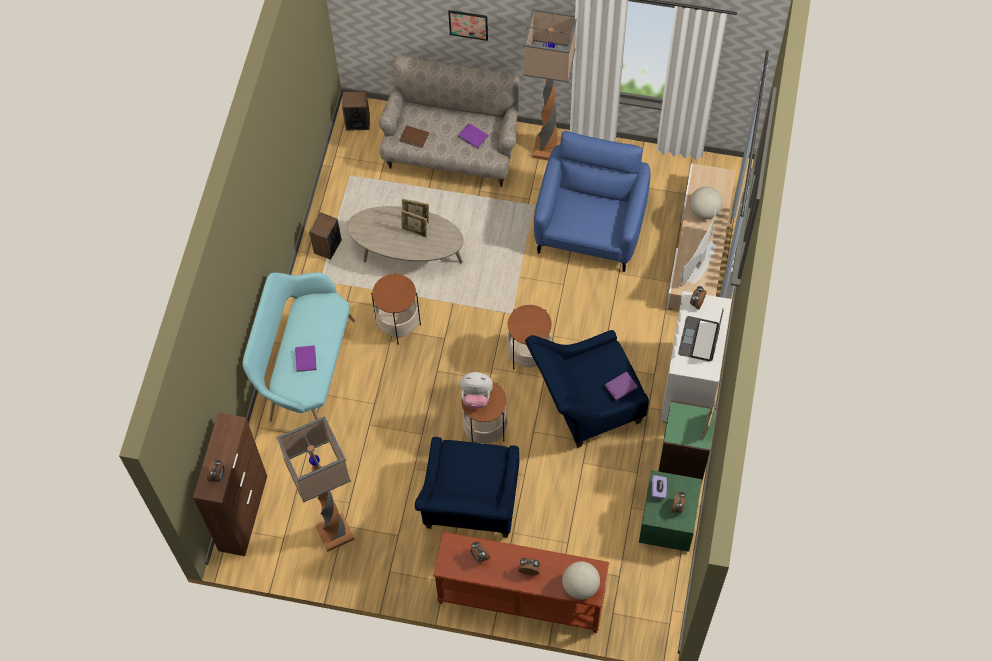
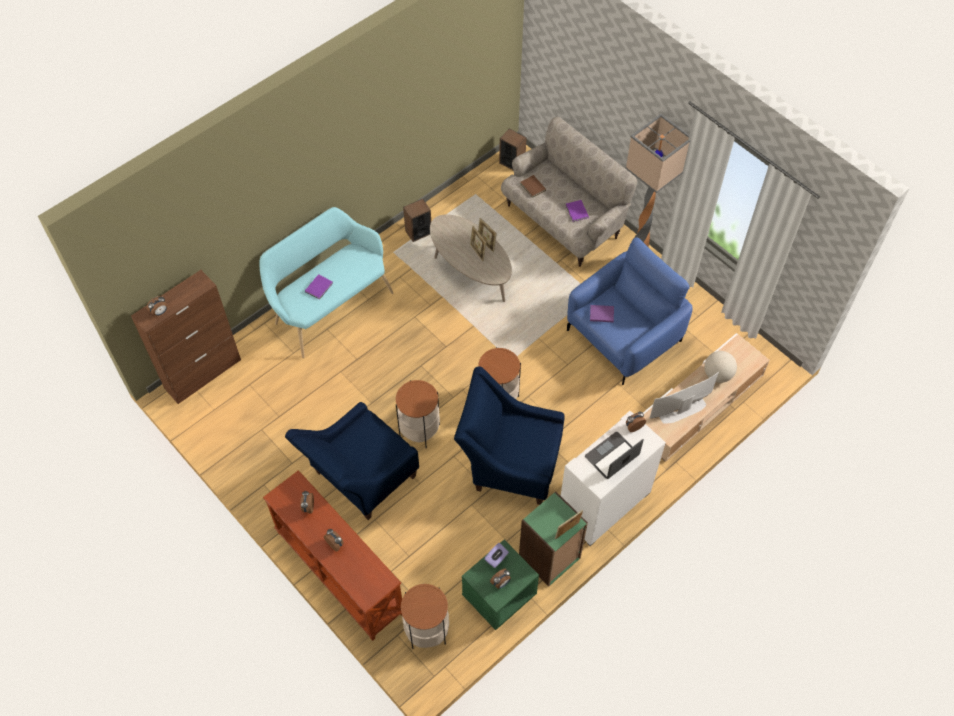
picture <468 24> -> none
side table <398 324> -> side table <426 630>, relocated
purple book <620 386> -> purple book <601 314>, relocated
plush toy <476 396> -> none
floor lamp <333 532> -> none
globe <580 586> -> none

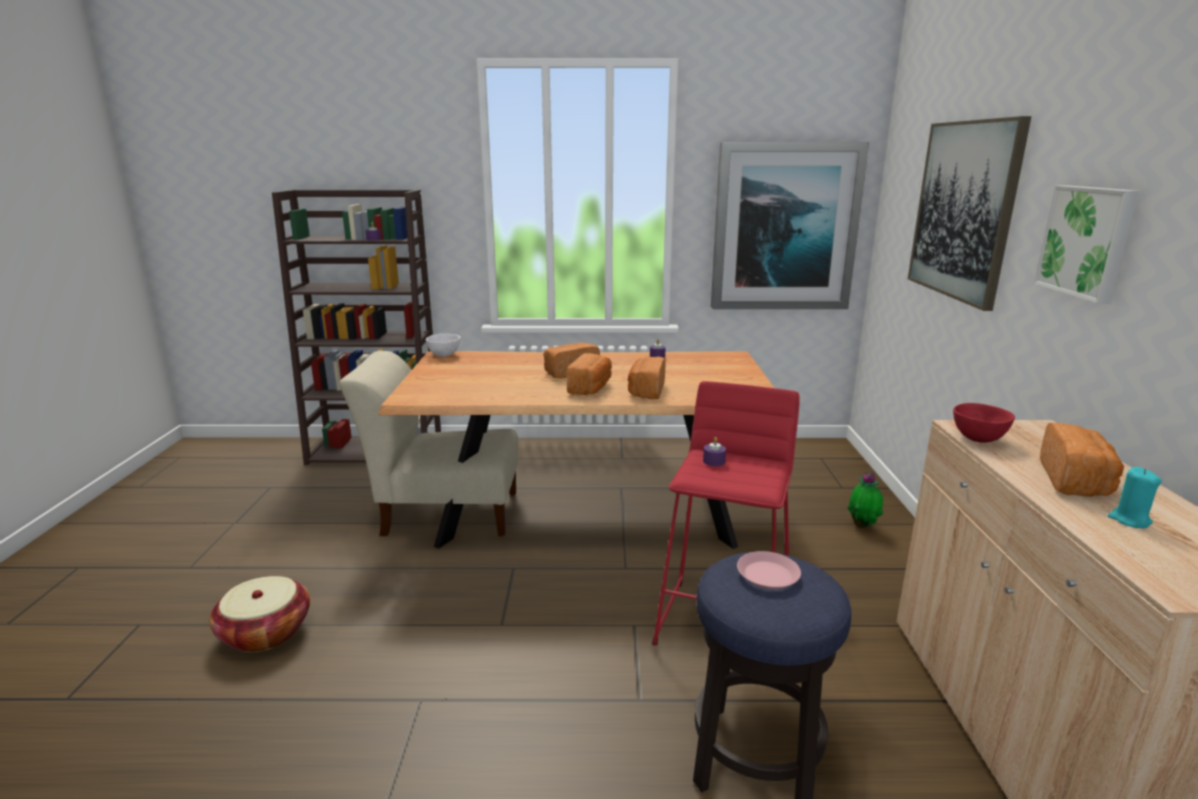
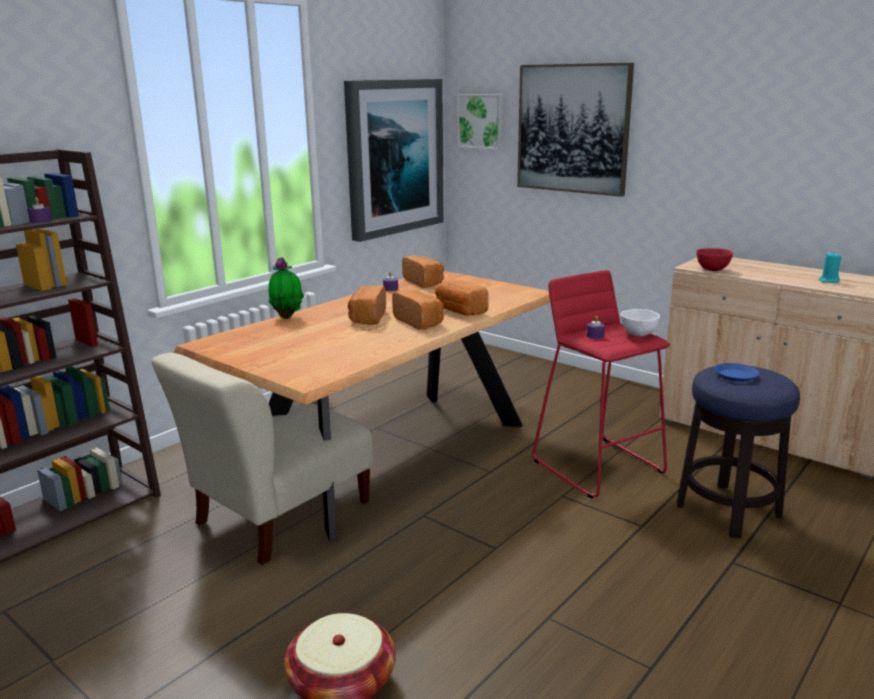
picture <1088 241> -> picture <481 121>, relocated
white bowl <445 355> -> white bowl <638 334>, relocated
bread <1075 481> -> bread <424 282>, relocated
potted plant <862 526> -> potted plant <287 317>, relocated
pink plate <767 575> -> blue plate <735 375>

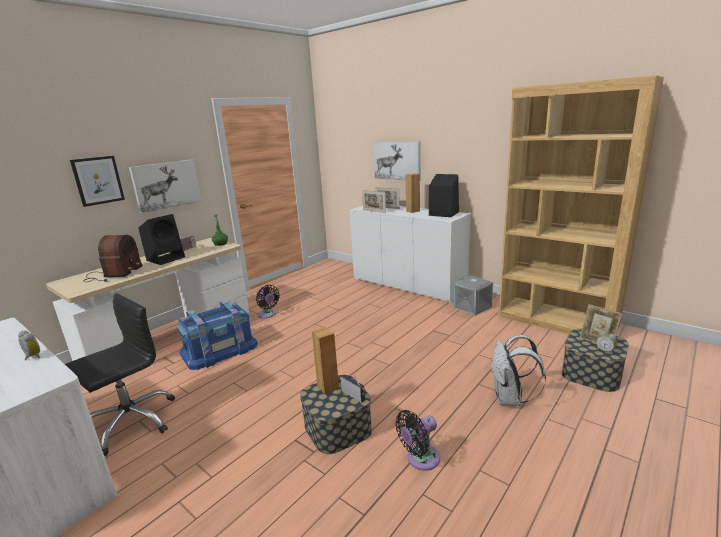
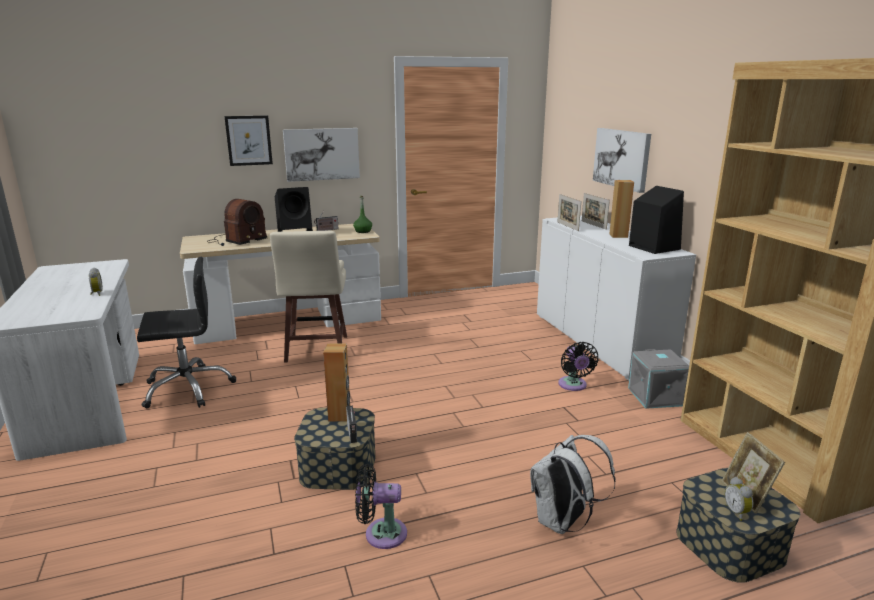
black fan <267 315> -> black fan <573 385>, relocated
blue storage box <219 350> -> beige stool <316 350>

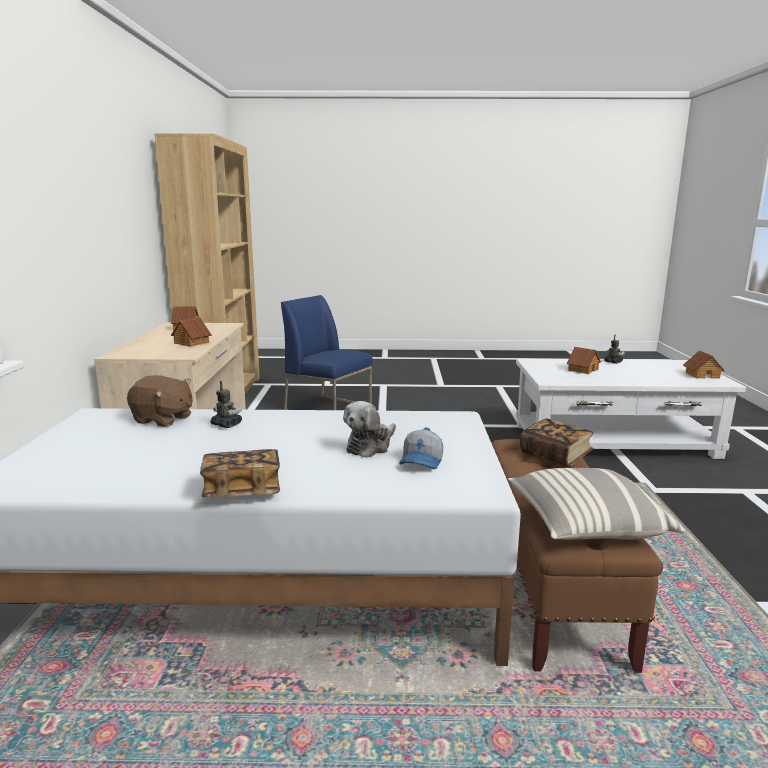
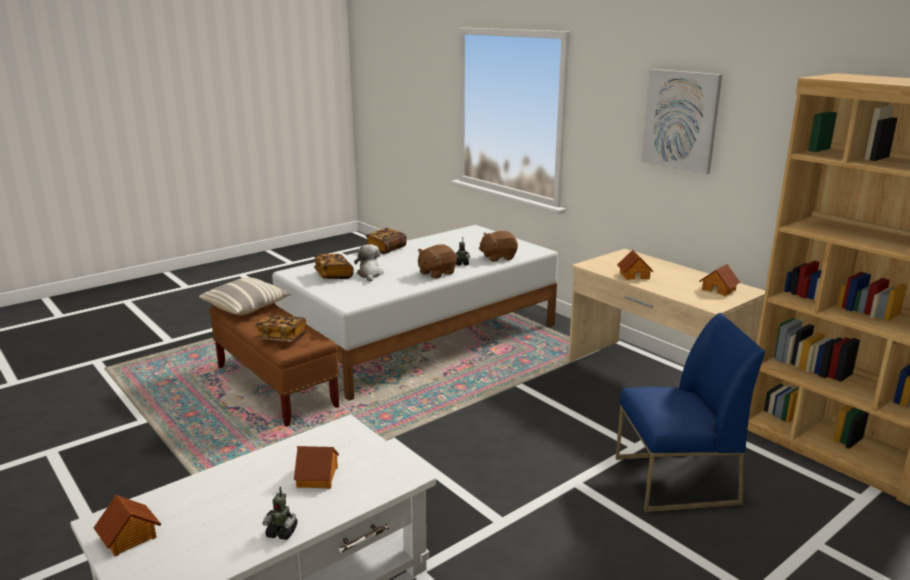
cap <422 461> -> book <333 275>
none -> picture <681 120>
none -> brown plush toy <436 273>

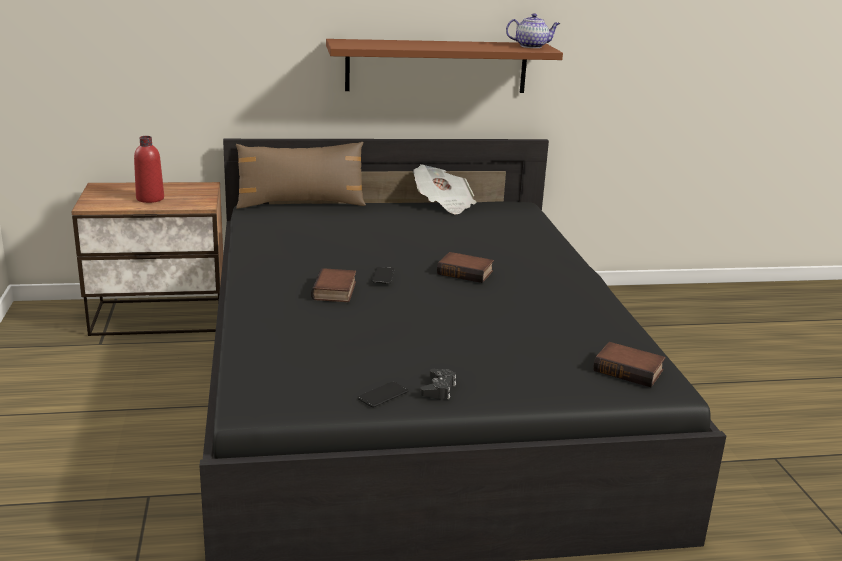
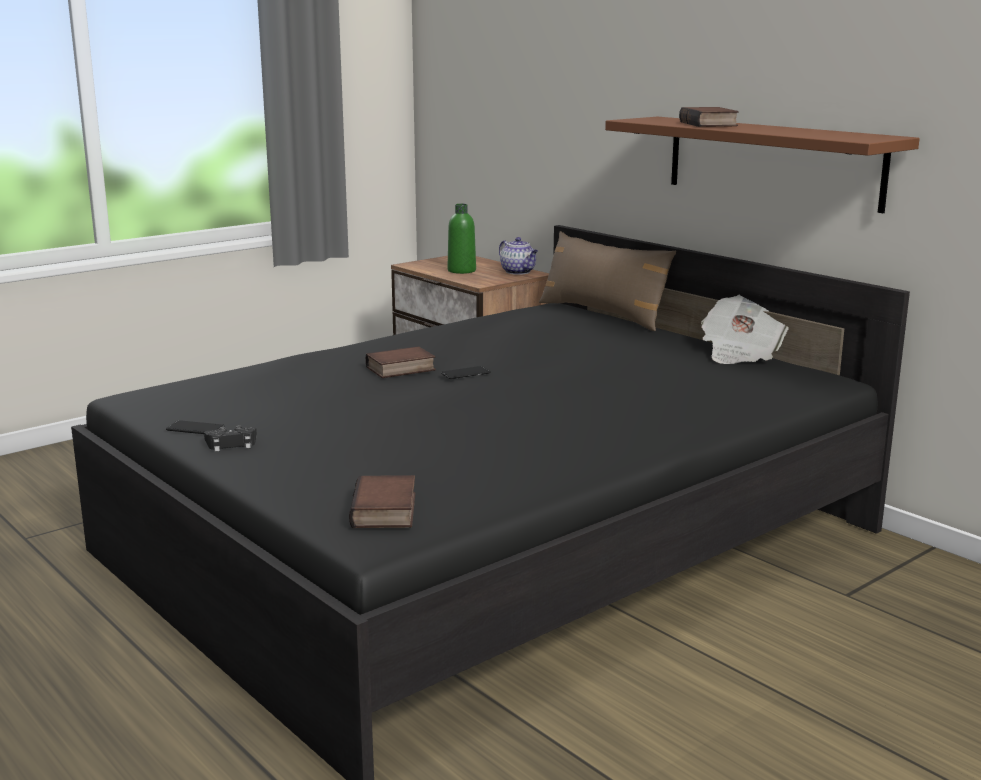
teapot <531 46> -> teapot <519 272>, relocated
red bottle <150 199> -> green bottle <461 271>
book <466 272> -> book <710 124>, relocated

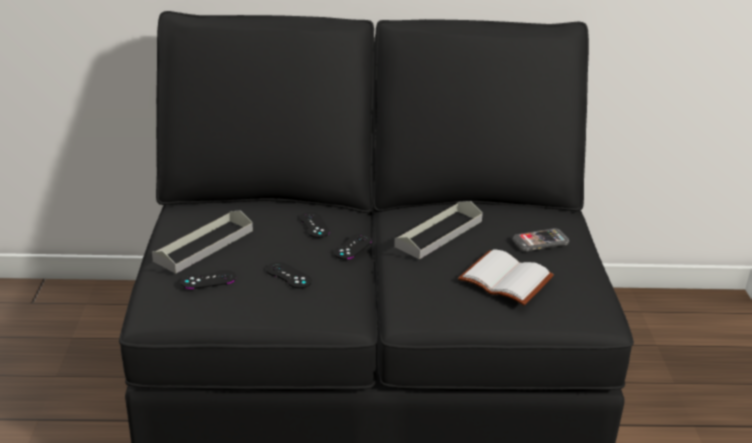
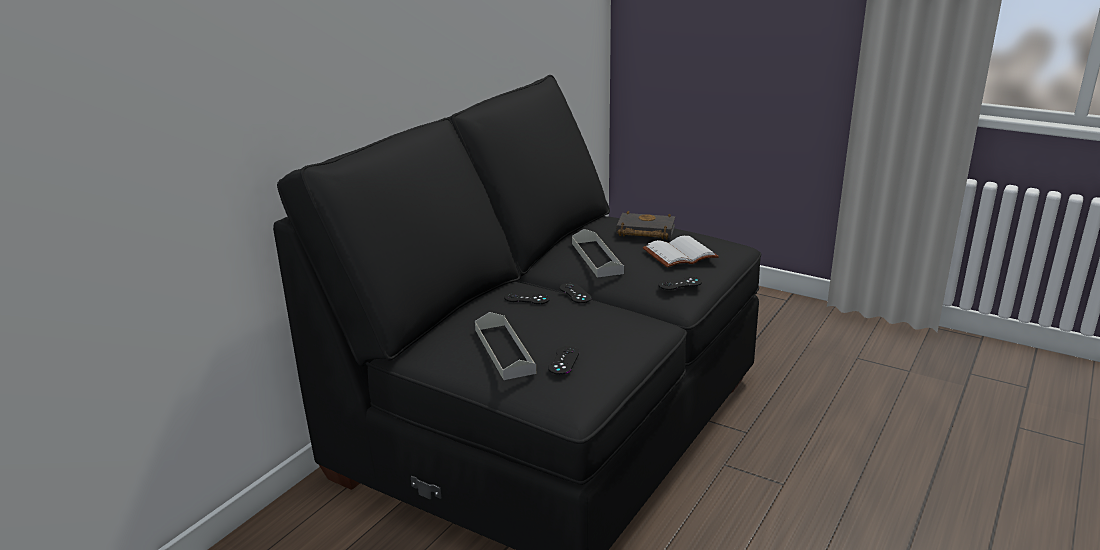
phone <540 242> -> black book <643 231>
black game controller <288 275> -> black game controller <680 284>, relocated

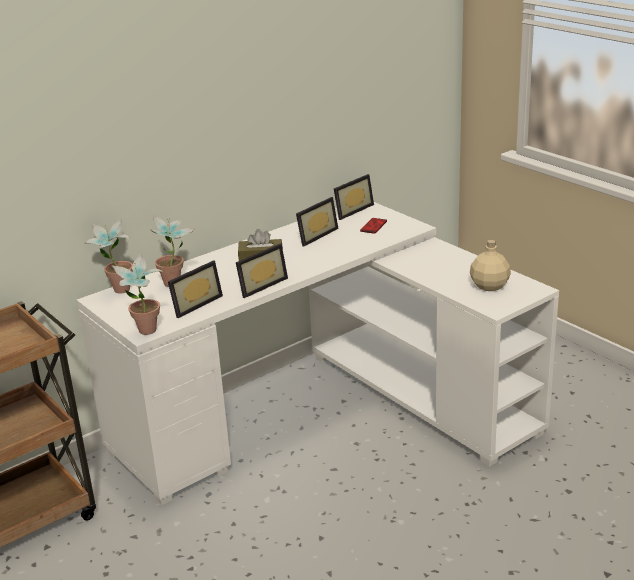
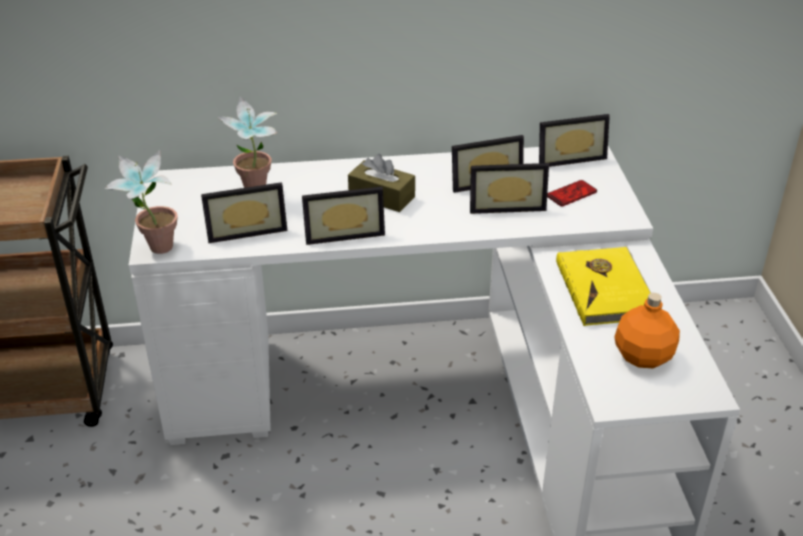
potted plant <117 292> -> none
beige bottle <490 286> -> orange bottle <644 356>
none -> picture frame <506 204>
none -> yellow book <606 289>

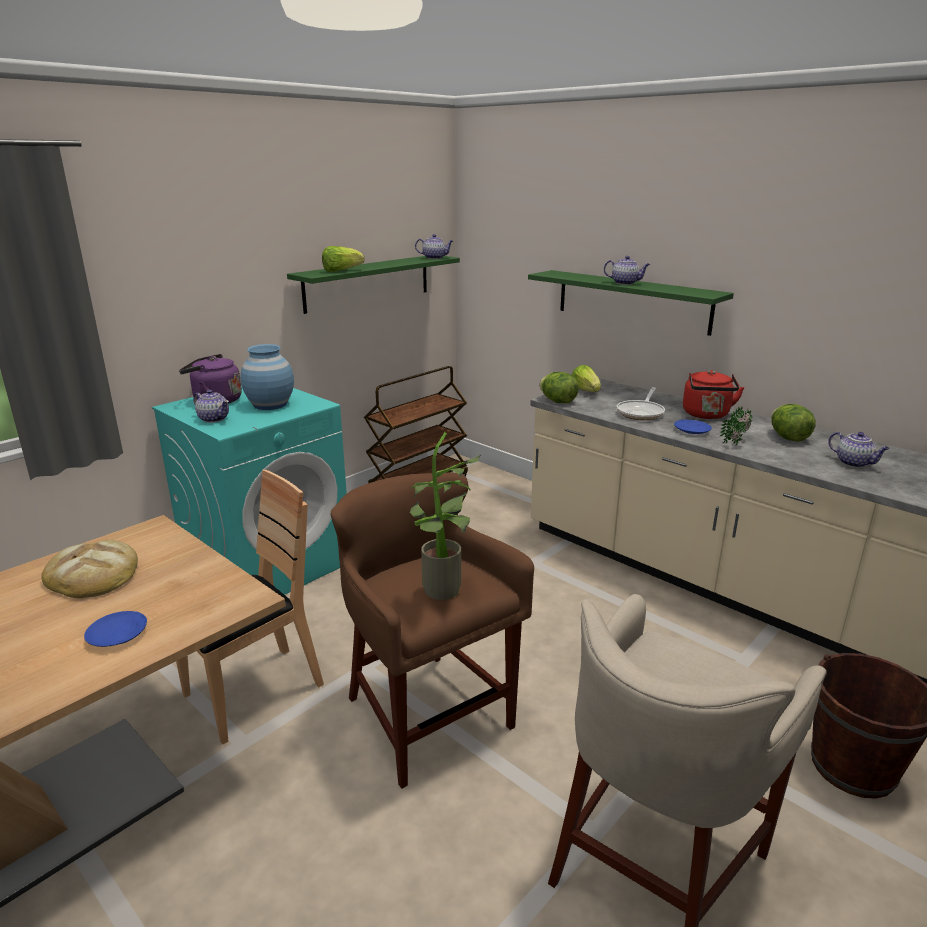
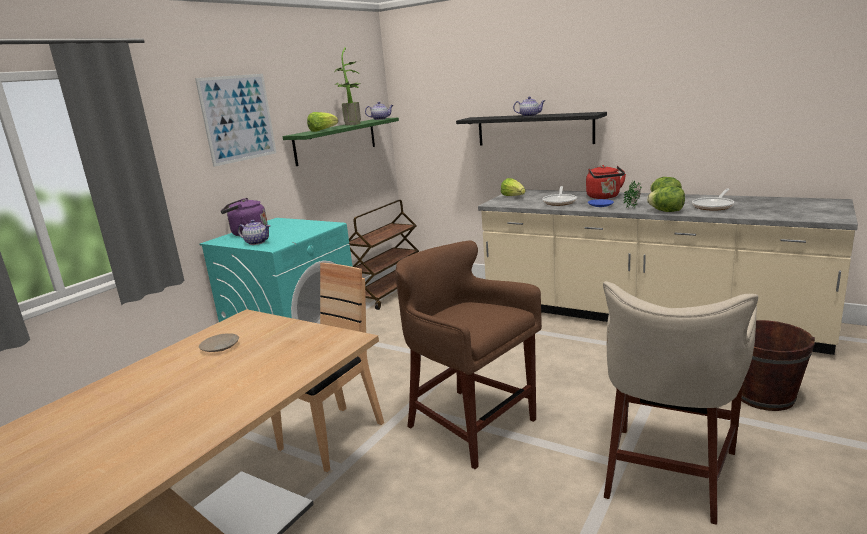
green shelf <632 301> -> black shelf <534 129>
blue vase <270 404> -> none
lettuce <558 401> -> lettuce <666 211>, relocated
potted plant <444 592> -> potted plant <354 124>, relocated
teapot <854 463> -> frying pan <714 206>
bread <93 574> -> beige plate <220 347>
blue plate <118 635> -> none
none -> picture <238 118>

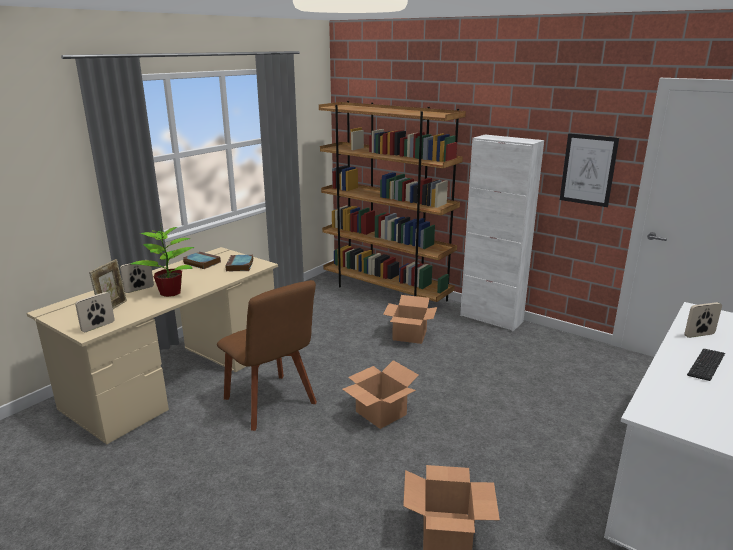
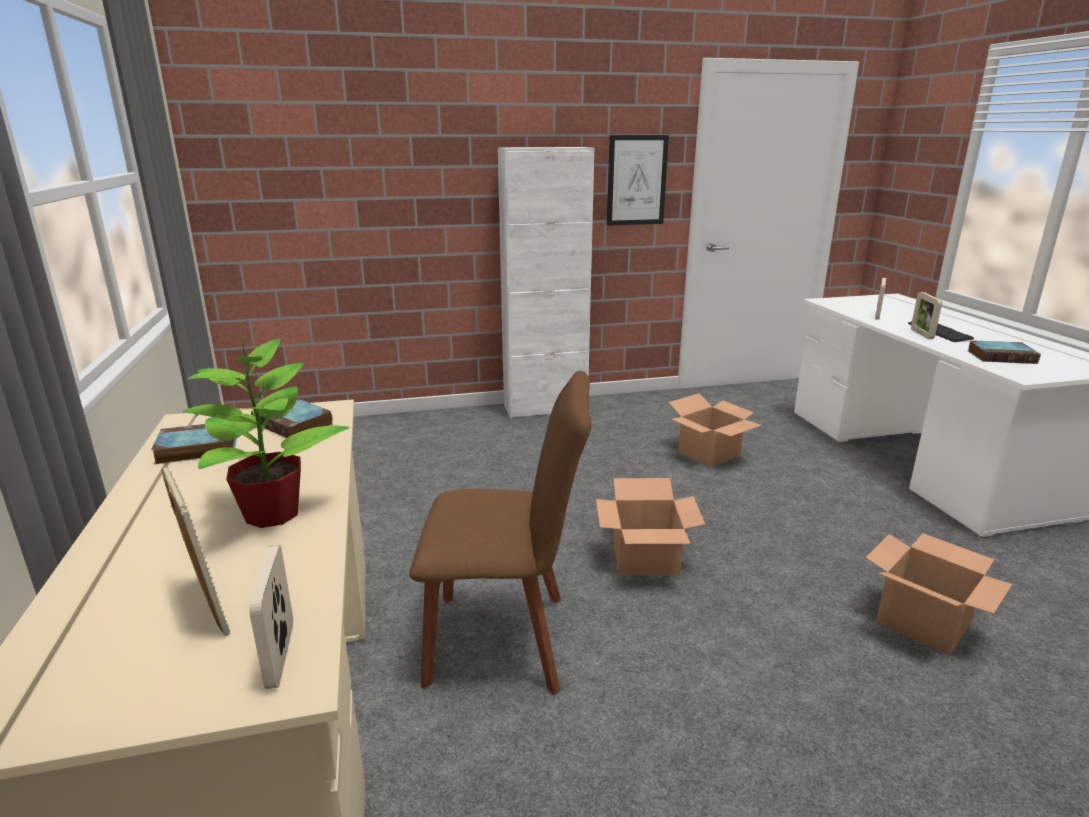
brown bookcase <386 292> -> none
picture frame <139 289> -> picture frame <921 334>, relocated
cardboard box <410 335> -> cardboard box <709 453>, relocated
none -> book <1002 357>

